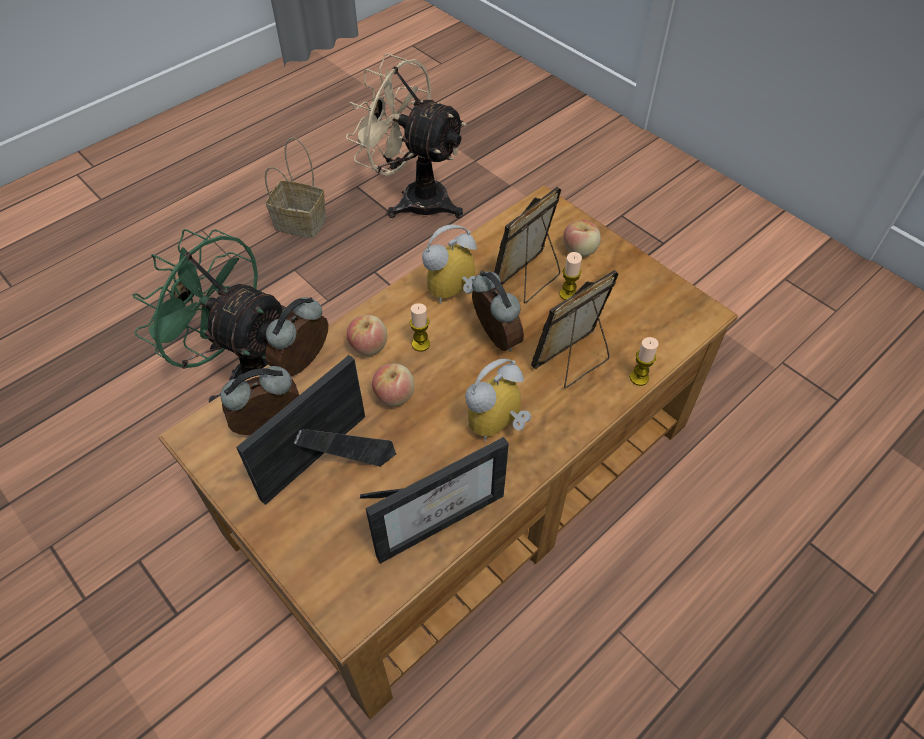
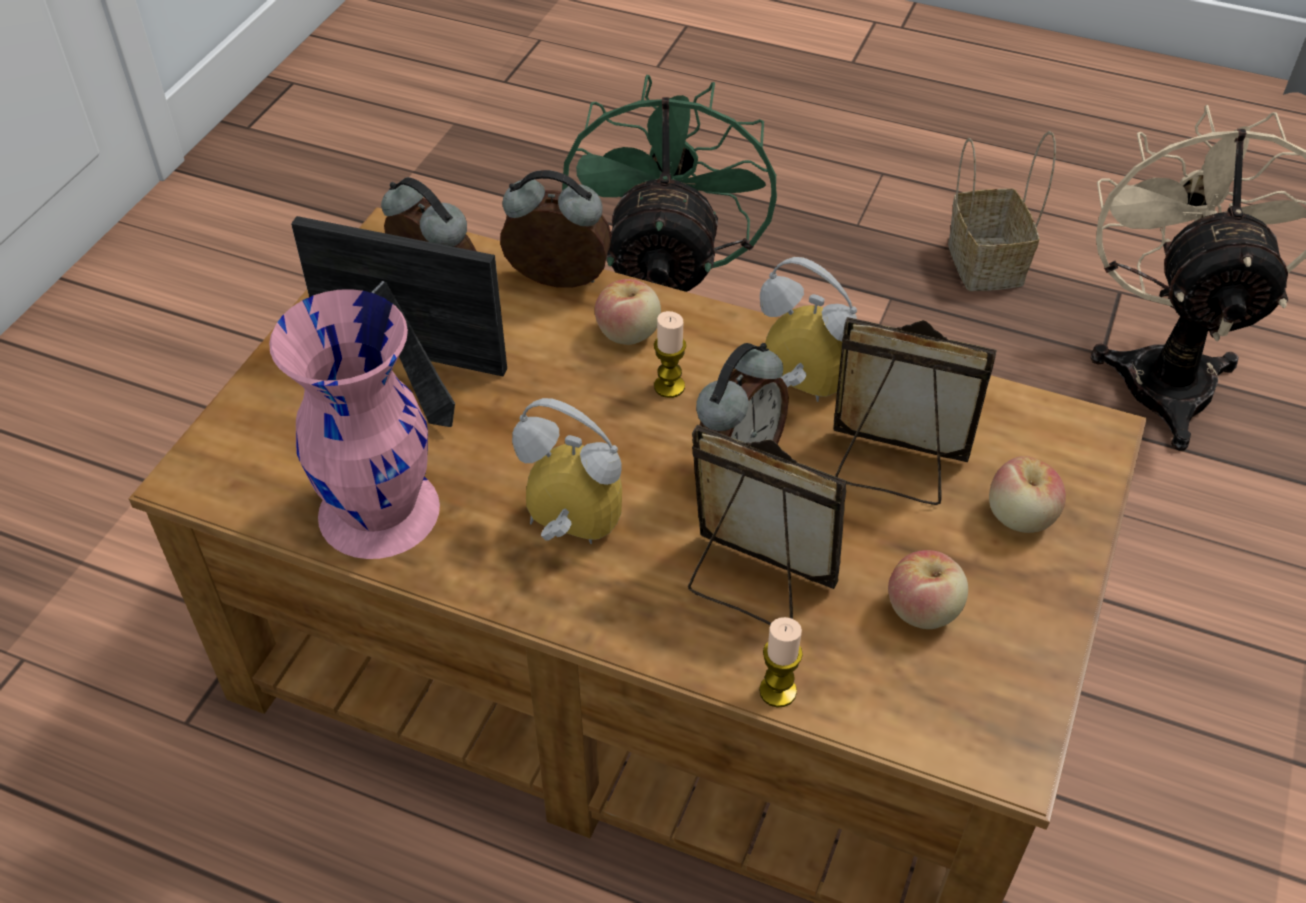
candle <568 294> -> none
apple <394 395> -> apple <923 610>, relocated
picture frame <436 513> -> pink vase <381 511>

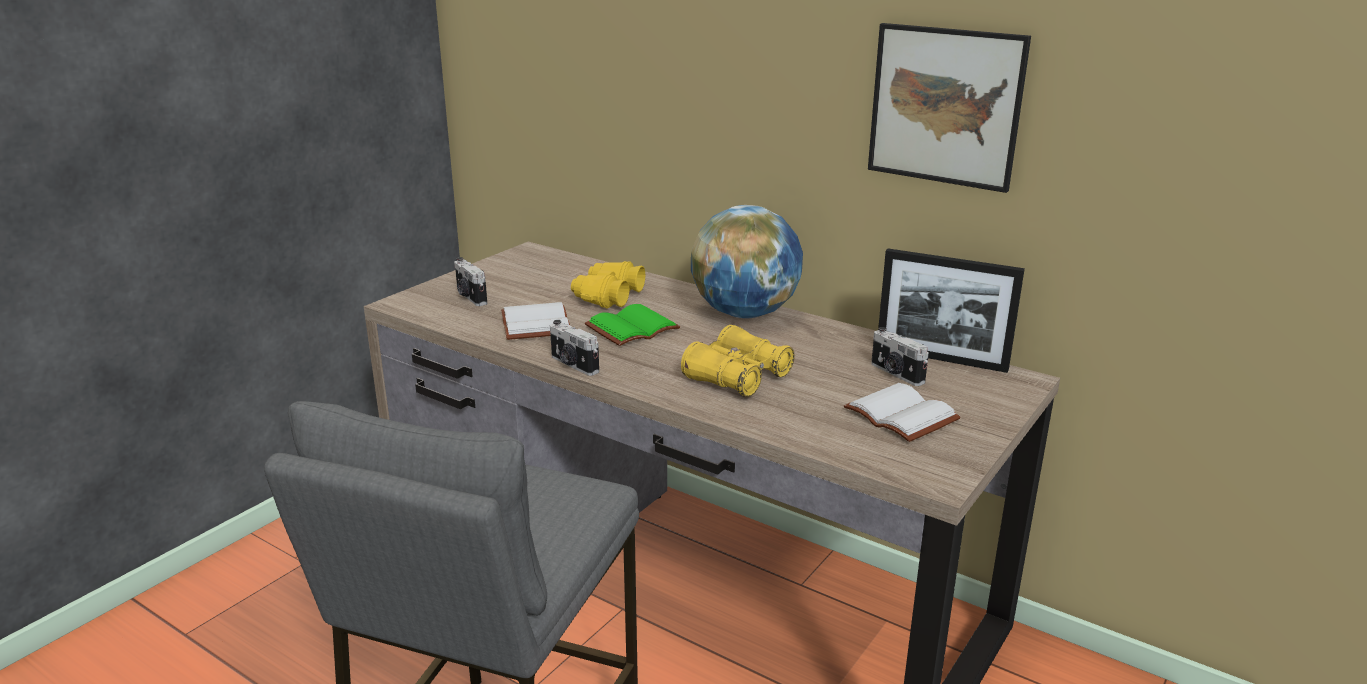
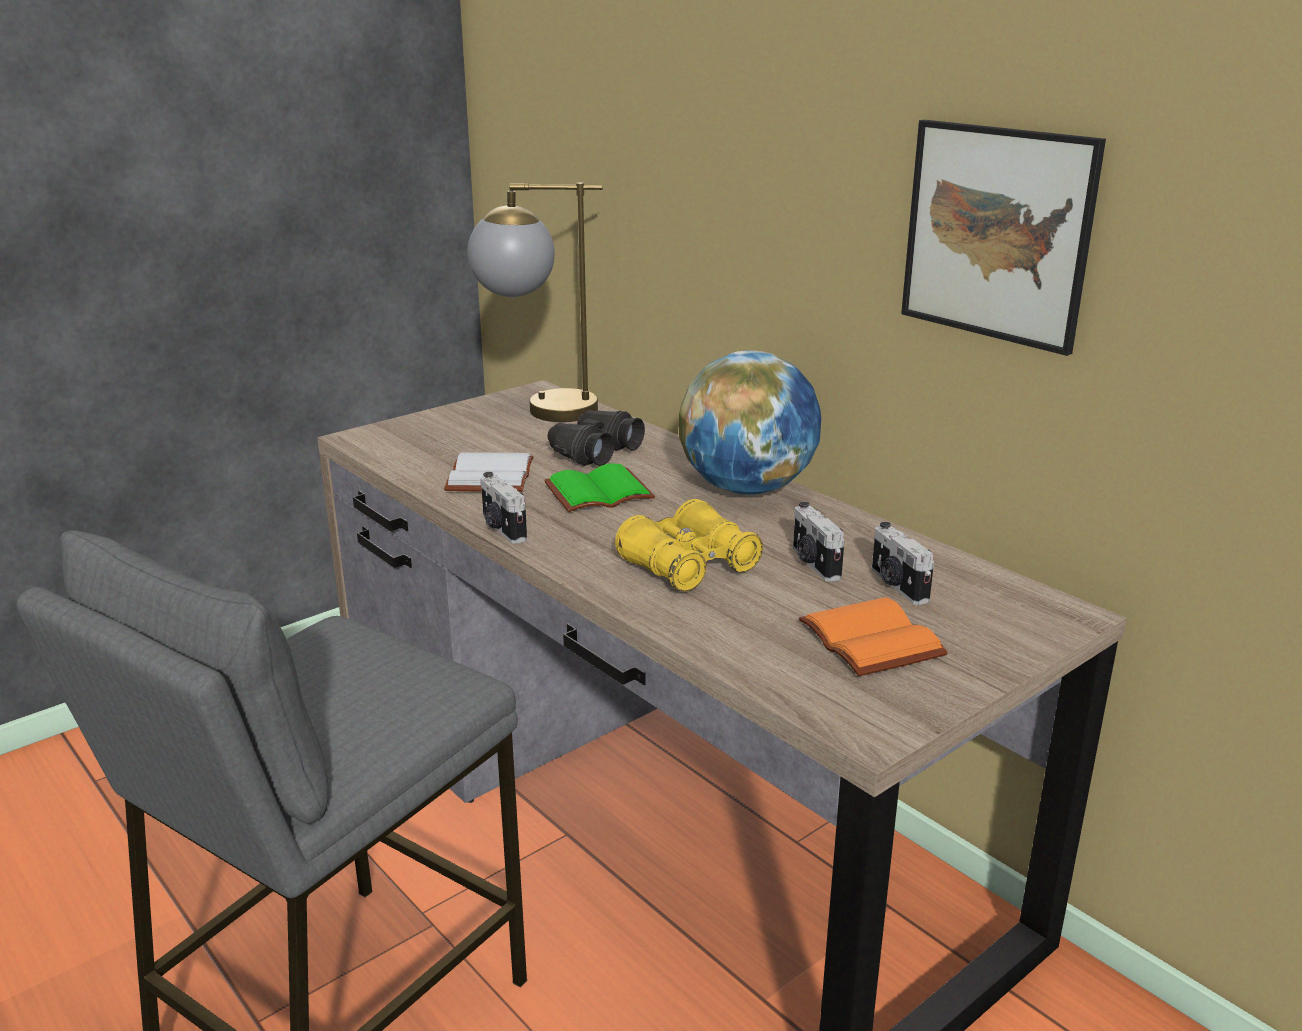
picture frame <941 359> -> none
photo camera <470 297> -> photo camera <813 563>, relocated
yellow binoculars <607 296> -> black binoculars <593 452>
white book <898 415> -> orange book <866 640>
none -> table lamp <538 410>

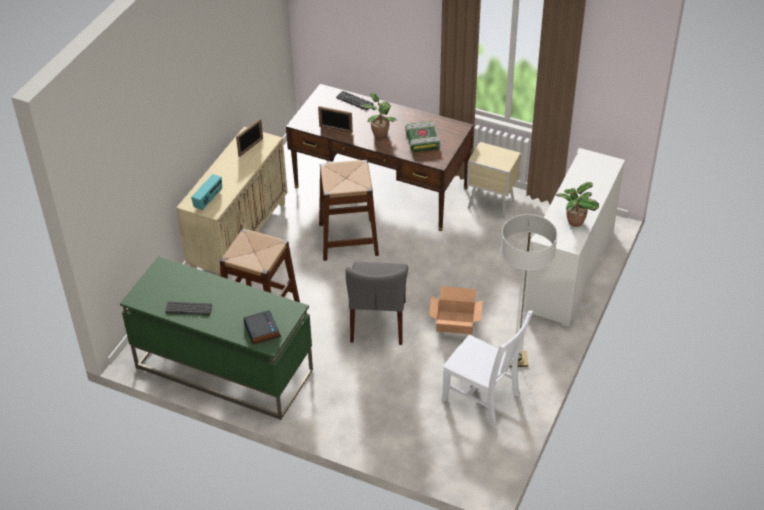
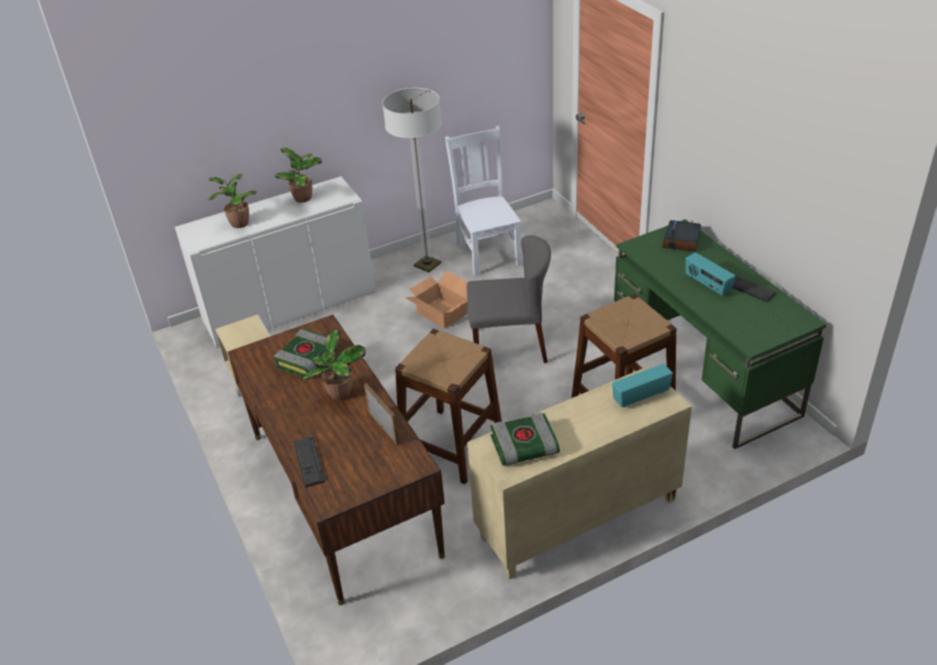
picture frame <251 147> -> book <523 447>
grey chair <378 322> -> grey chair <510 345>, 45 degrees clockwise
none -> potted plant <238 223>
none -> radio <707 285>

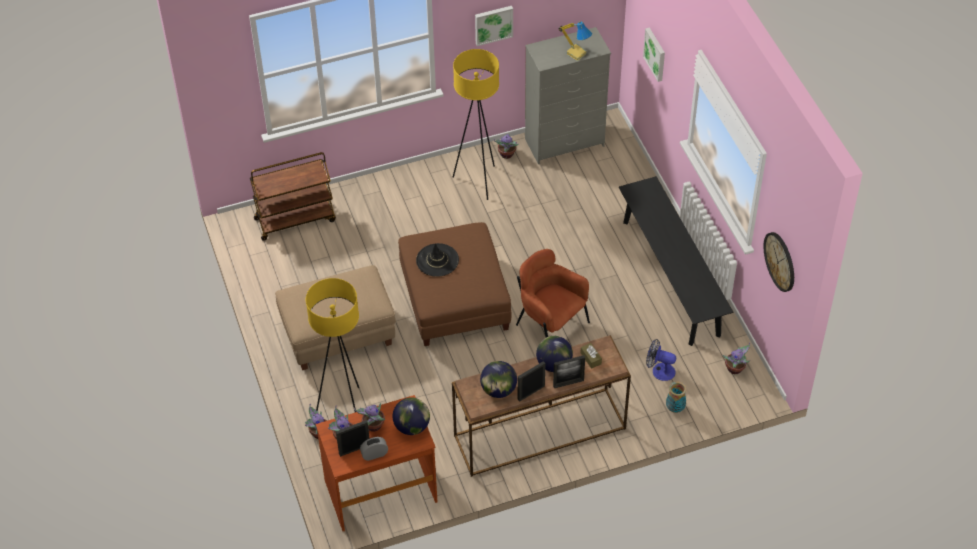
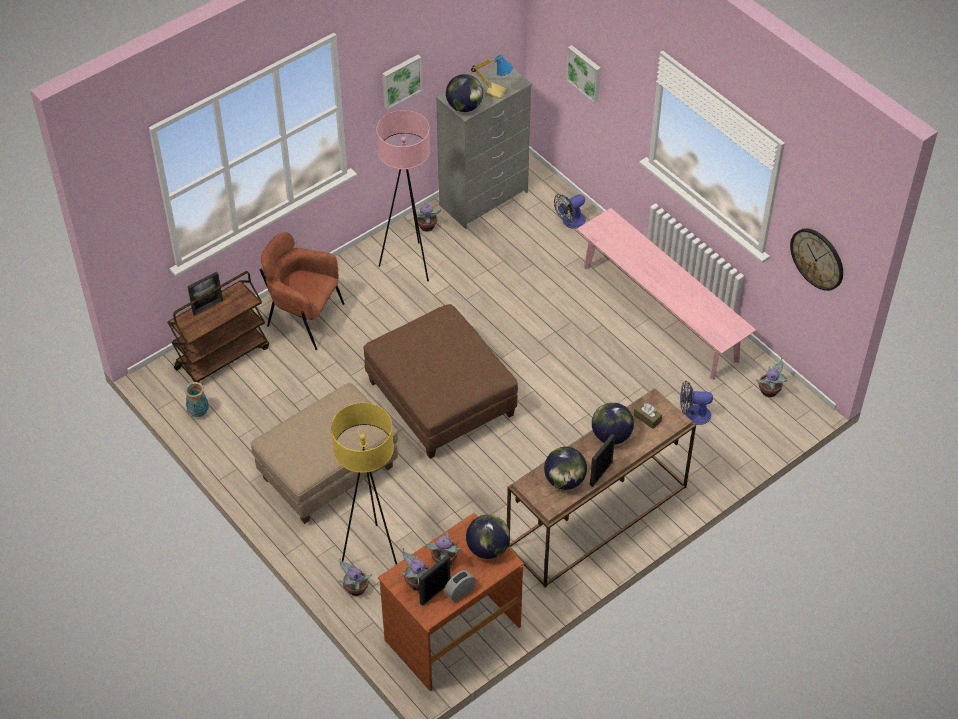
yellow floor lamp <478 181> -> pink floor lamp <409 263>
black bench <671 277> -> pink bench <660 313>
black hat <437 260> -> none
brown armchair <550 326> -> brown armchair <304 318>, relocated
picture frame <568 383> -> picture frame <207 307>, relocated
vase <675 408> -> vase <198 413>, relocated
none -> globe <464 107>
none -> fan <570 222>

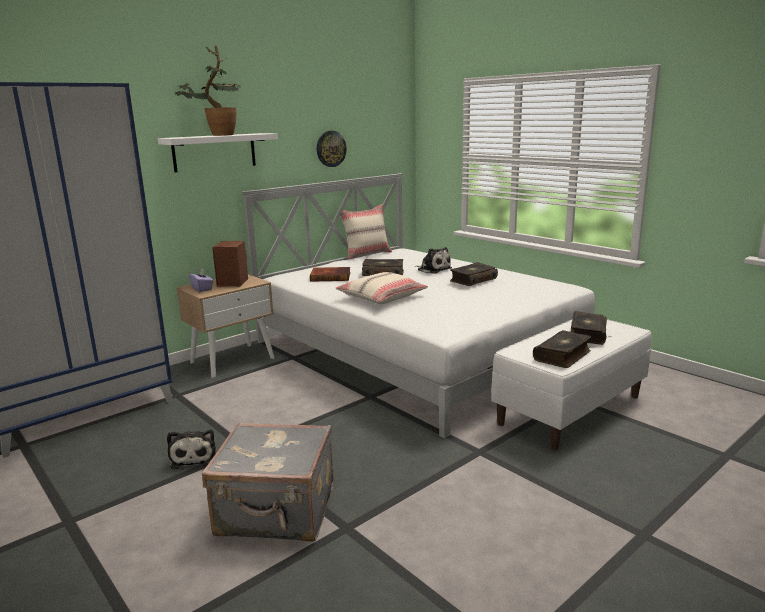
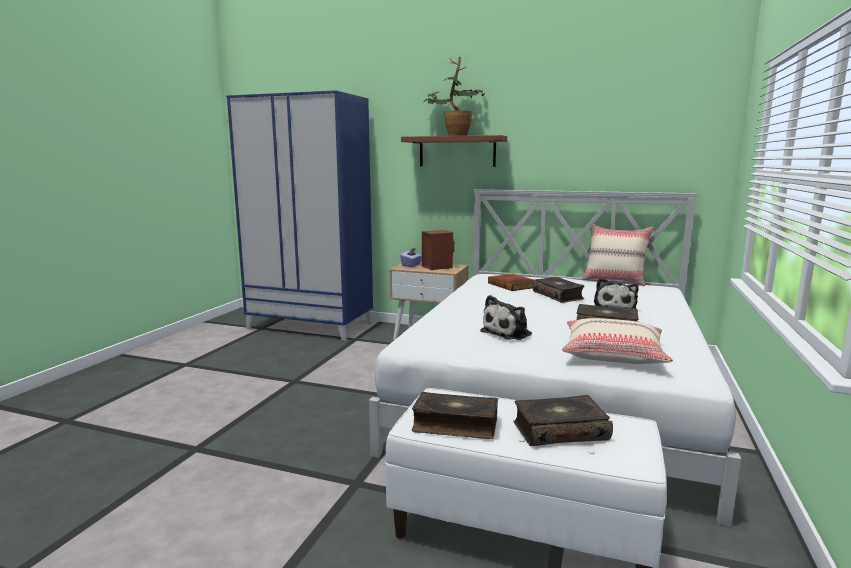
wall clock <330 148> -> none
white shelf <214 152> -> brown shelf <457 151>
beige pillow <382 297> -> beige pillow <613 354>, relocated
grey suitcase <277 512> -> none
plush toy <194 456> -> plush toy <508 333>, relocated

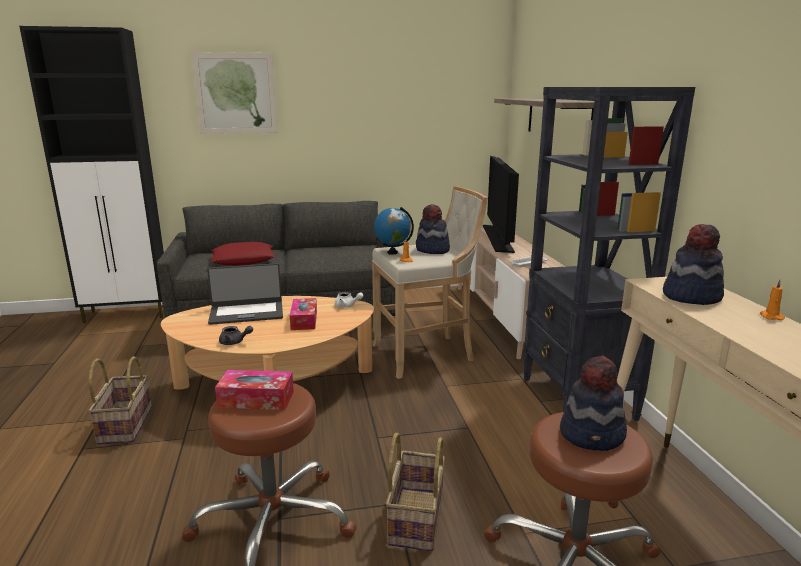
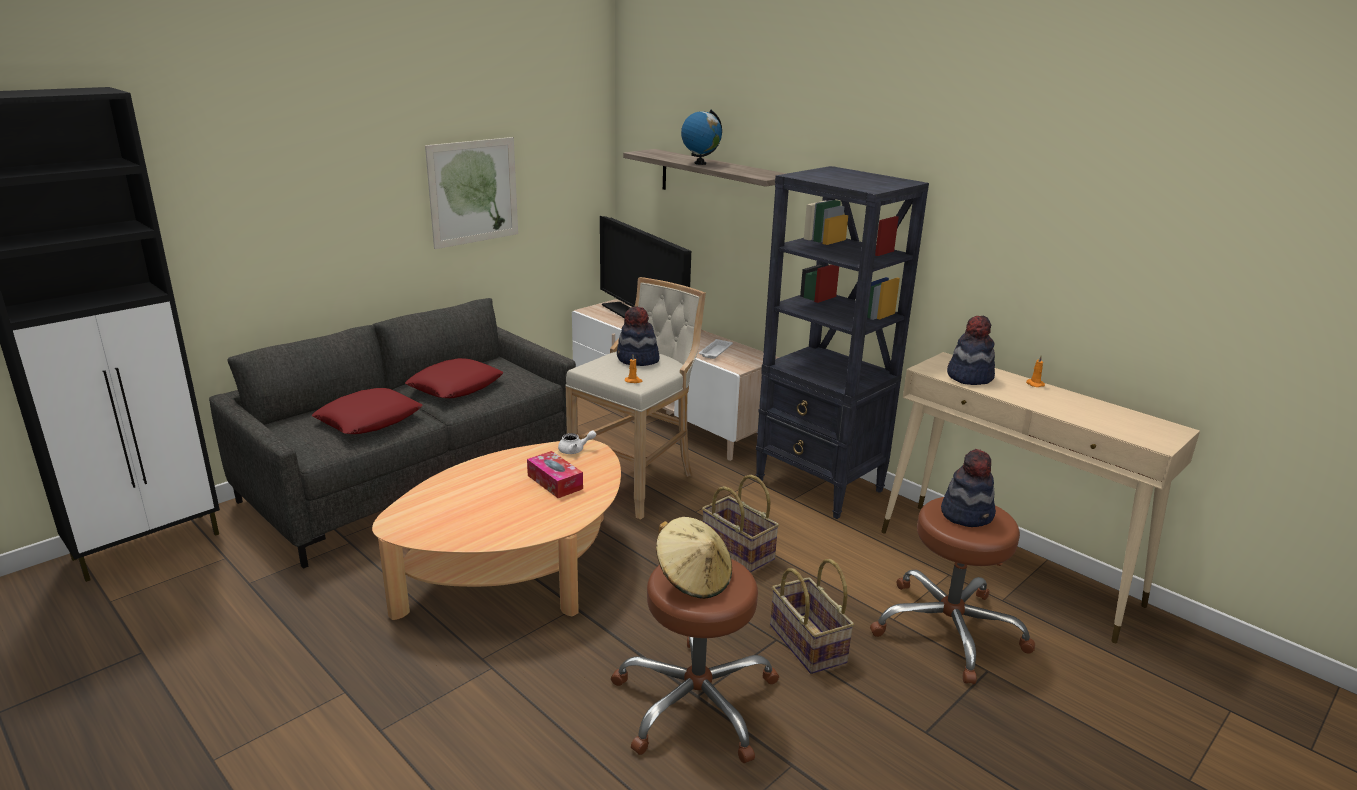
picture <236 93> -> picture <473 192>, relocated
globe <392 252> -> globe <700 163>, relocated
laptop <246 313> -> none
grey teapot <235 342> -> none
basket <124 425> -> basket <736 551>, relocated
tissue box <256 399> -> beige hat <693 579>
none -> red pillow <456 386>

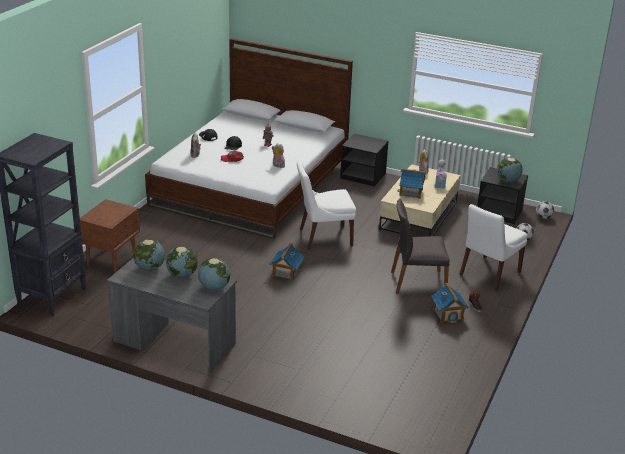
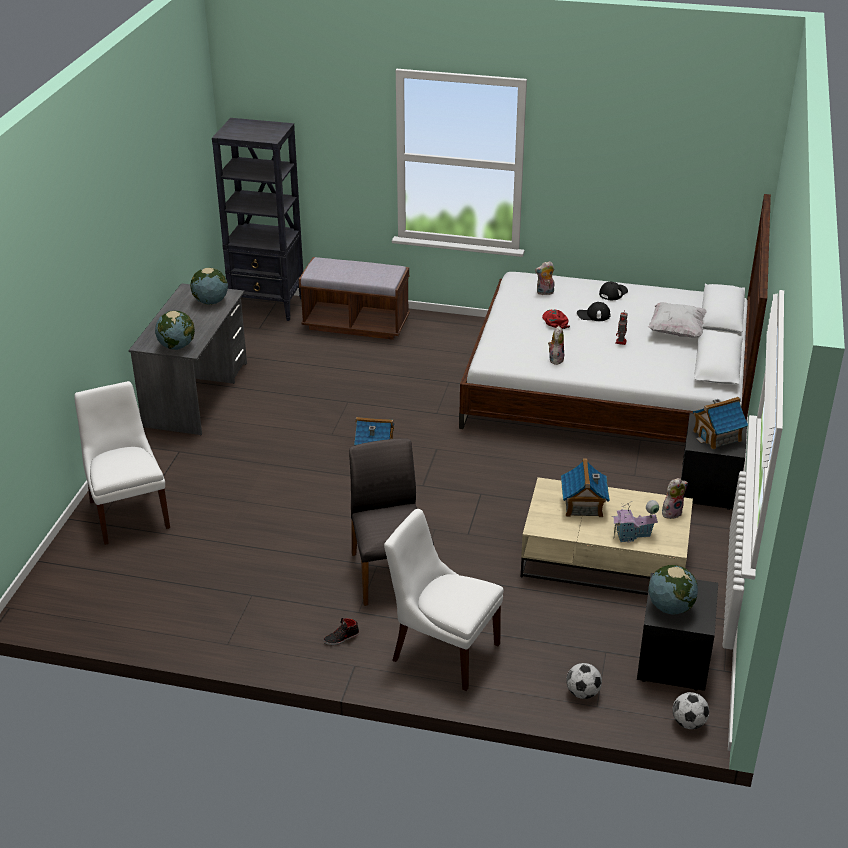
white chair <323 237> -> white chair <128 512>, relocated
brown nightstand <112 260> -> brown bench <356 324>
globe <182 275> -> none
toy house <448 314> -> toy house <717 436>, relocated
none -> white pillow <676 331>

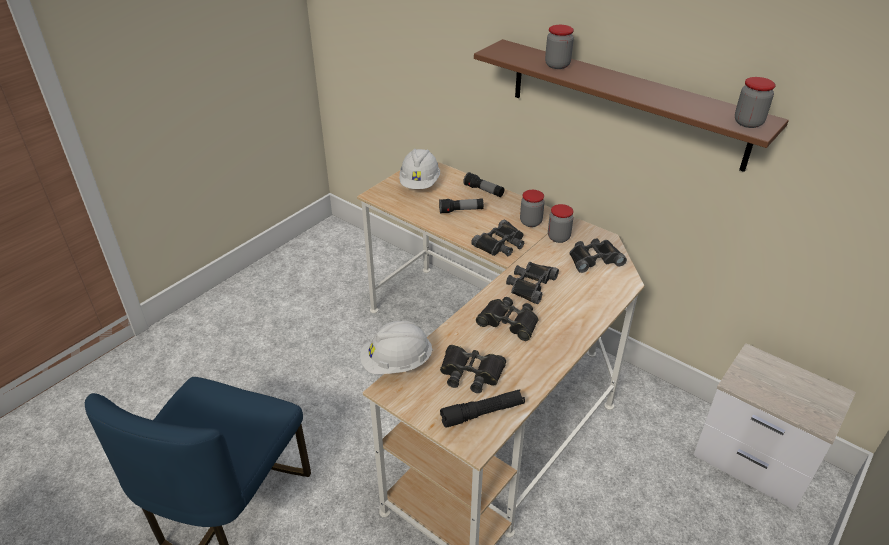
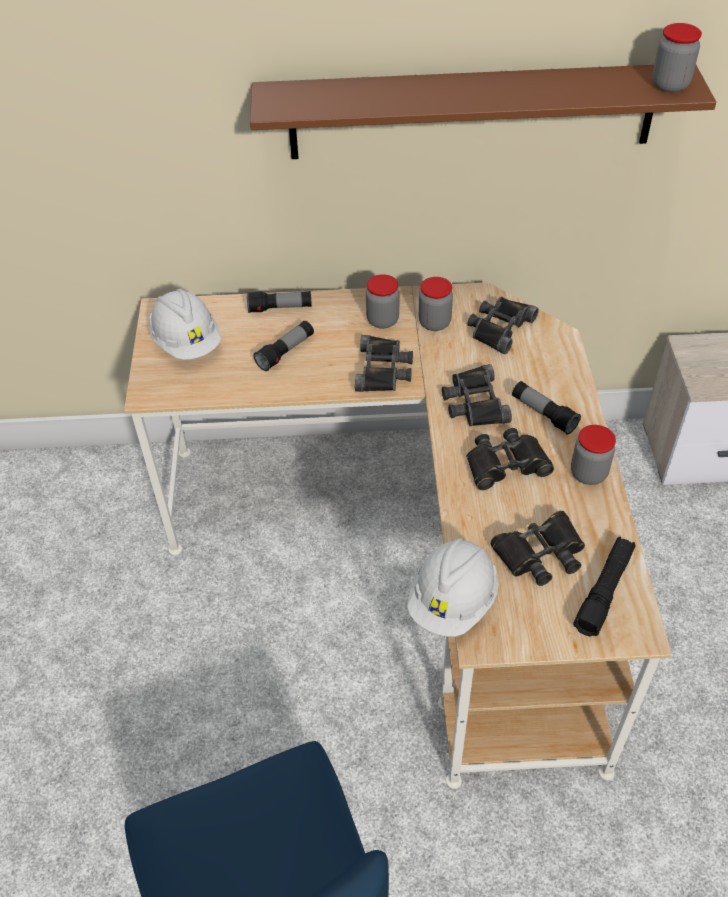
jar <557 65> -> jar <588 473>, relocated
none -> flashlight <543 414>

